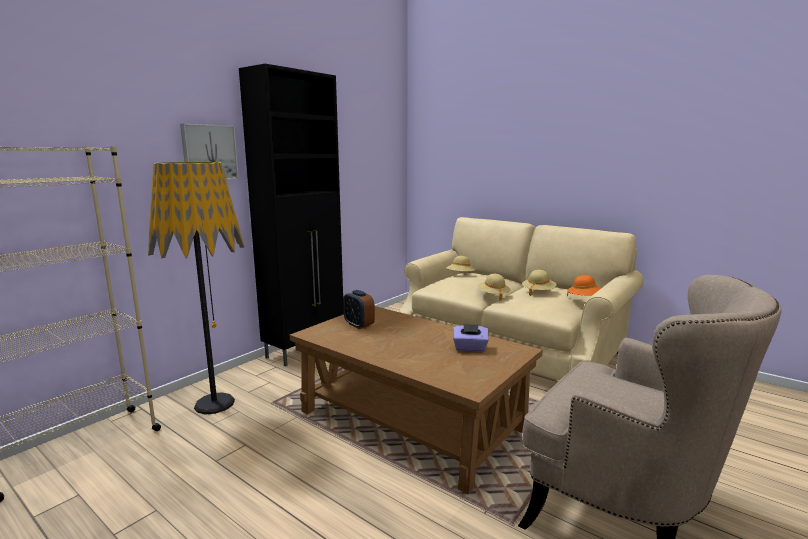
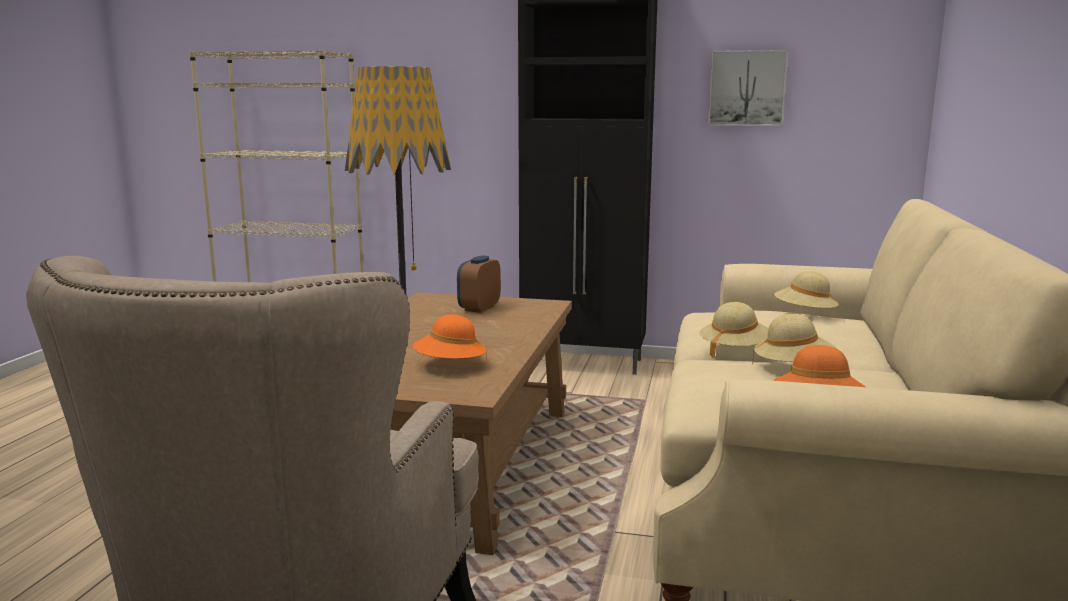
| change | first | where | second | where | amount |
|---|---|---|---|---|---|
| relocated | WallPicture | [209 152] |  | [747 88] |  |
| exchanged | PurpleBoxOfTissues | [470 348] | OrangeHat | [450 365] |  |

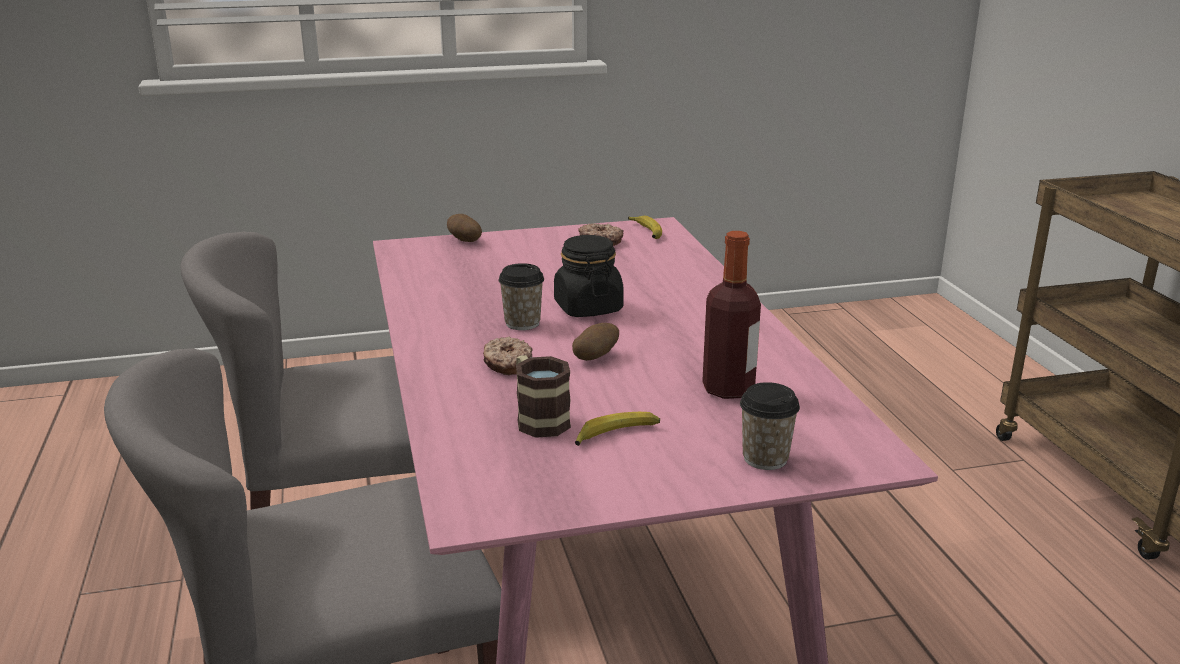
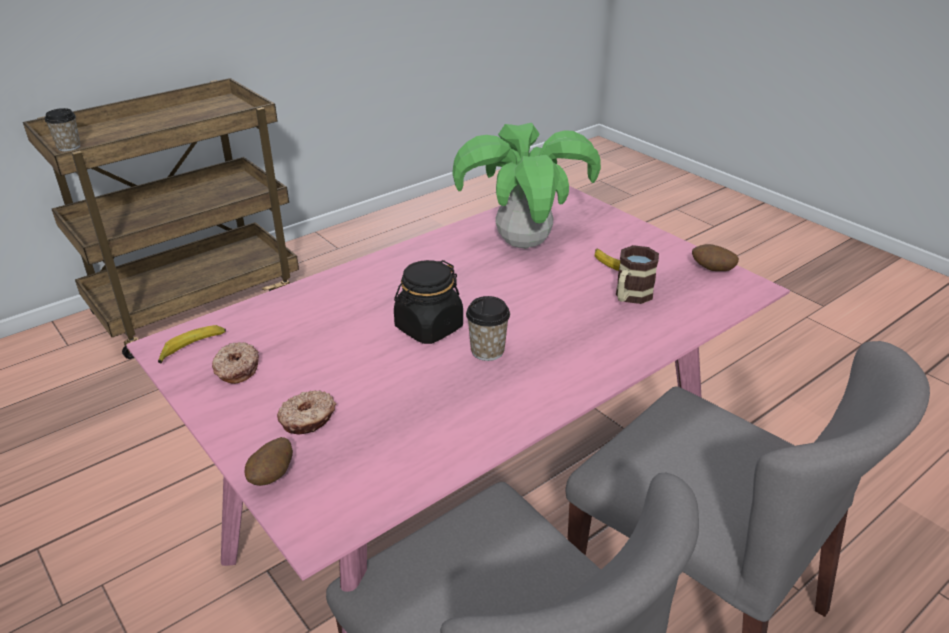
| change | first | where | second | where | amount |
|---|---|---|---|---|---|
| relocated | RingDoughnut | [507 364] |  | [308 419] |  |
| relocated | Potato | [595 357] |  | [712 270] |  |
| exchanged | Bottle | [728 389] | PlantInAPot | [523 243] |  |
| relocated | SmallCup | [765 458] |  | [69 147] |  |

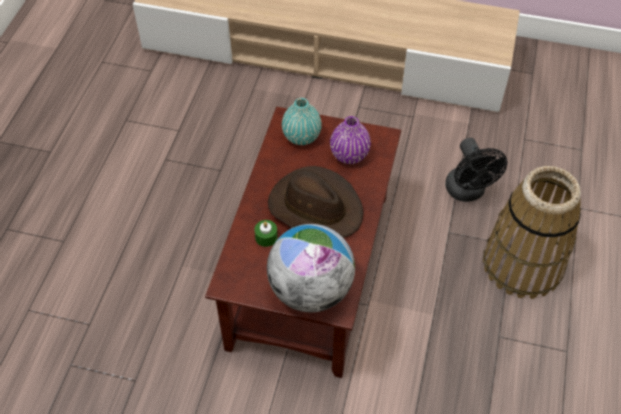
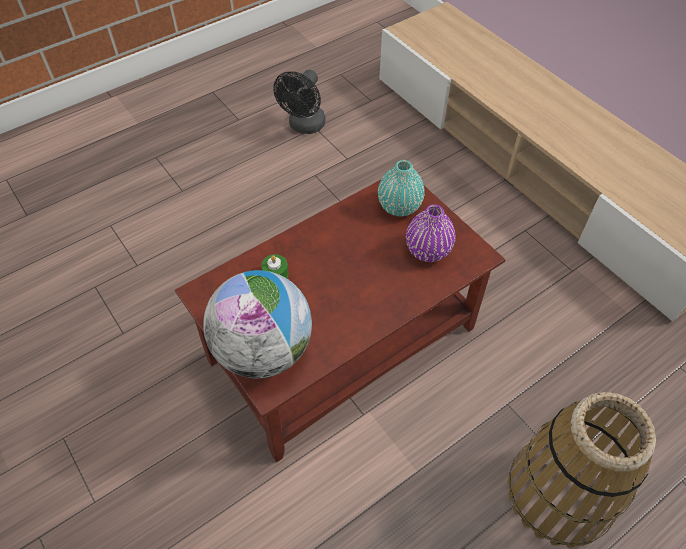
| change | first | where | second | where | amount |
|---|---|---|---|---|---|
| missing | BrownHat | [315 207] |  |  |  |
| relocated | BlackColouredElectricFan | [468 192] |  | [304 126] |  |

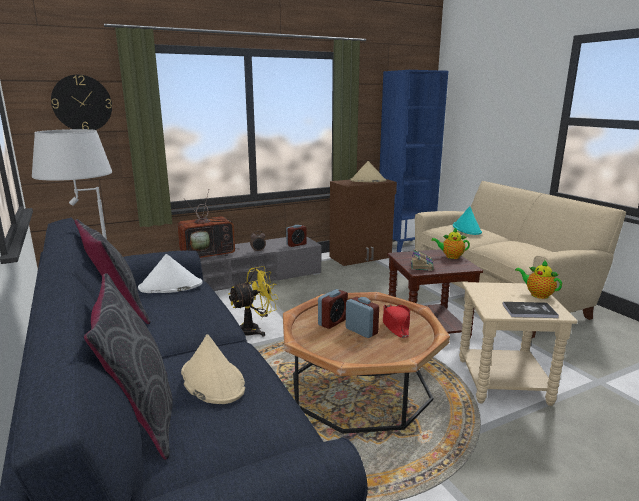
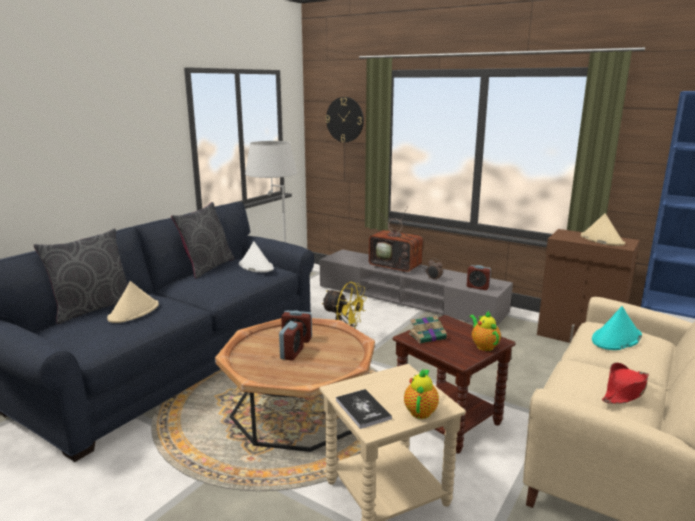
| change | first | where | second | where | amount |
|---|---|---|---|---|---|
| relocated | RedColouredHat | [395 325] |  | [624 392] |  |

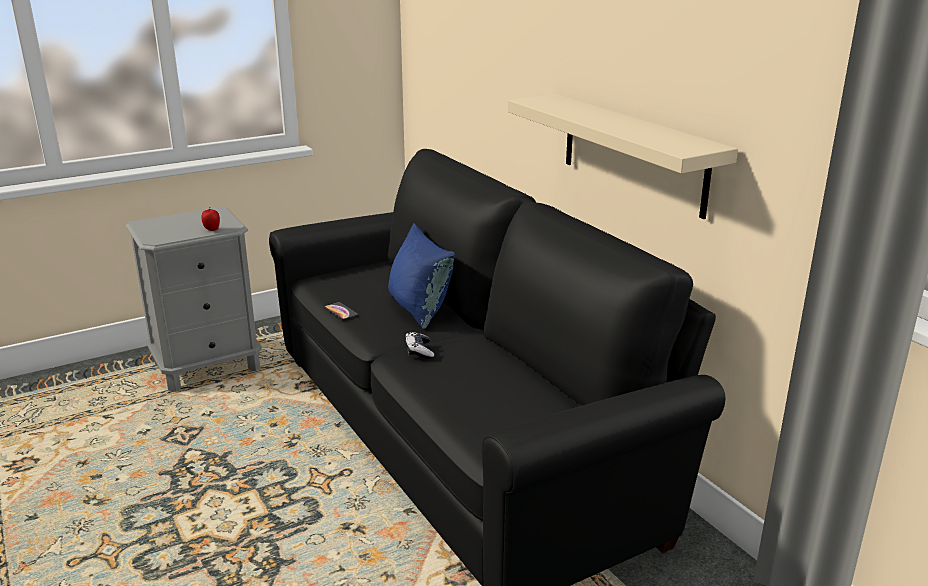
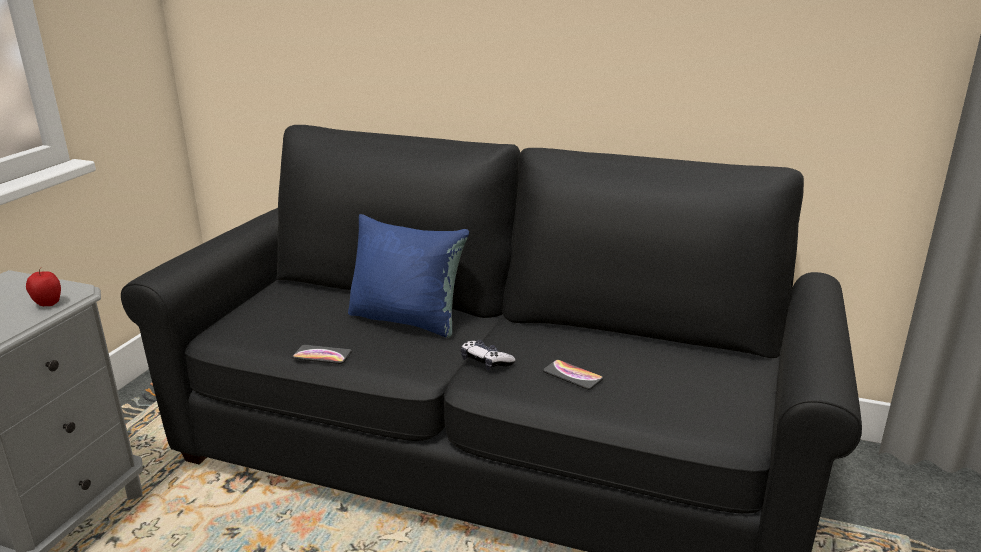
| change | first | where | second | where | amount |
|---|---|---|---|---|---|
| missing | BeigeColouredShelf | [633 153] |  |  |  |
| appeared |  |  | Phone | [572 375] |  |

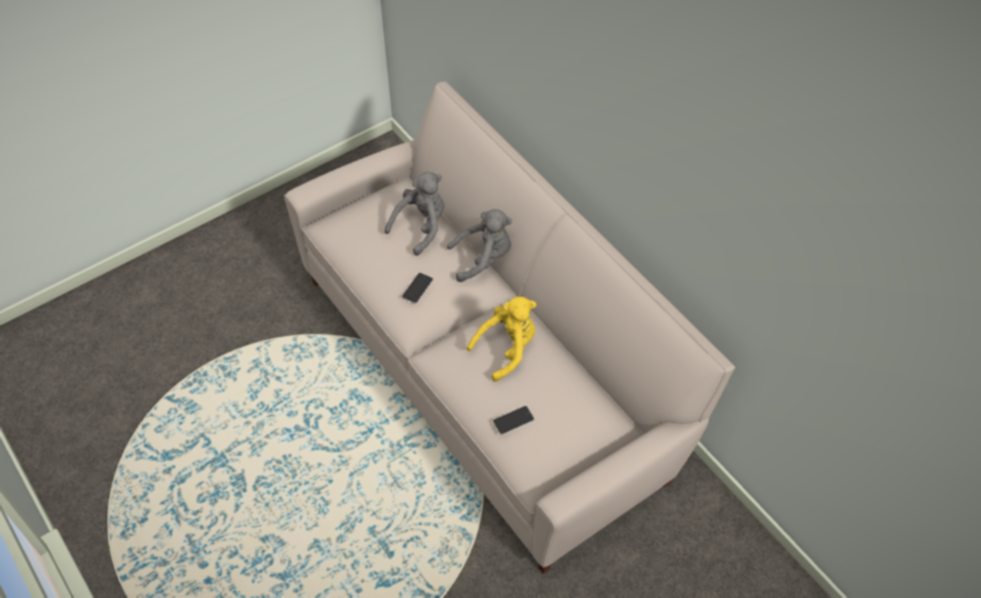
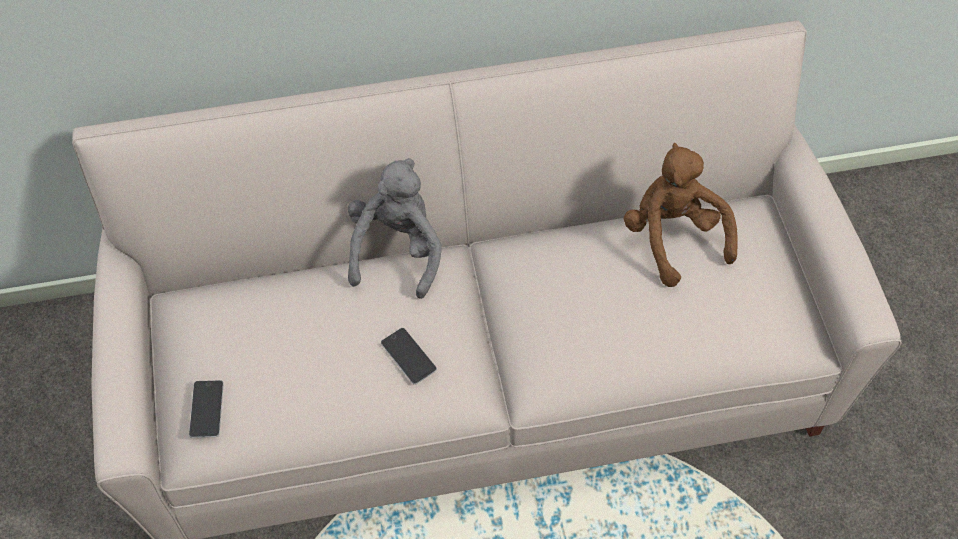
| change | first | where | second | where | amount |
|---|---|---|---|---|---|
| missing | GreyCuddlyToy | [421 226] |  |  |  |
| missing | YellowishCuddlyToy | [507 348] |  |  |  |
| relocated | Phone | [513 420] |  | [206 409] |  |
| appeared |  |  | BrownCuddlyToy | [673 236] |  |

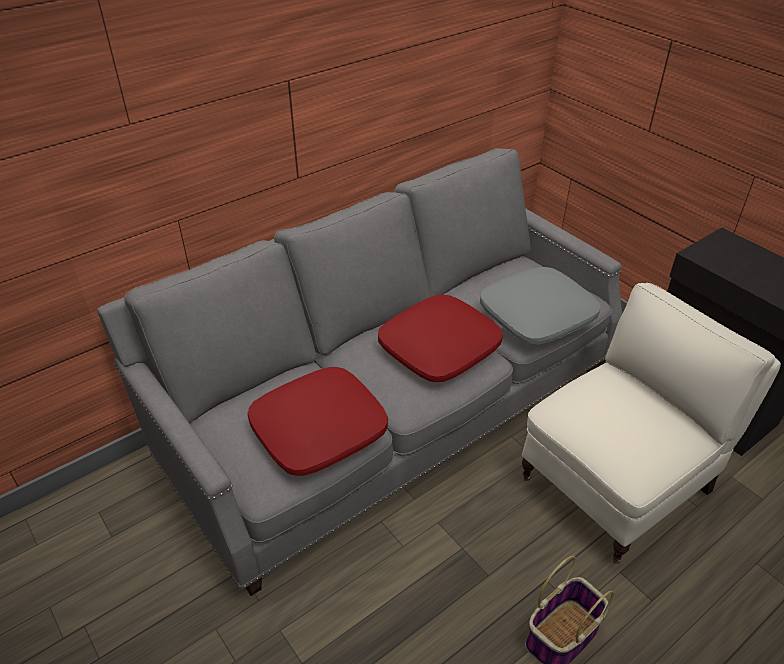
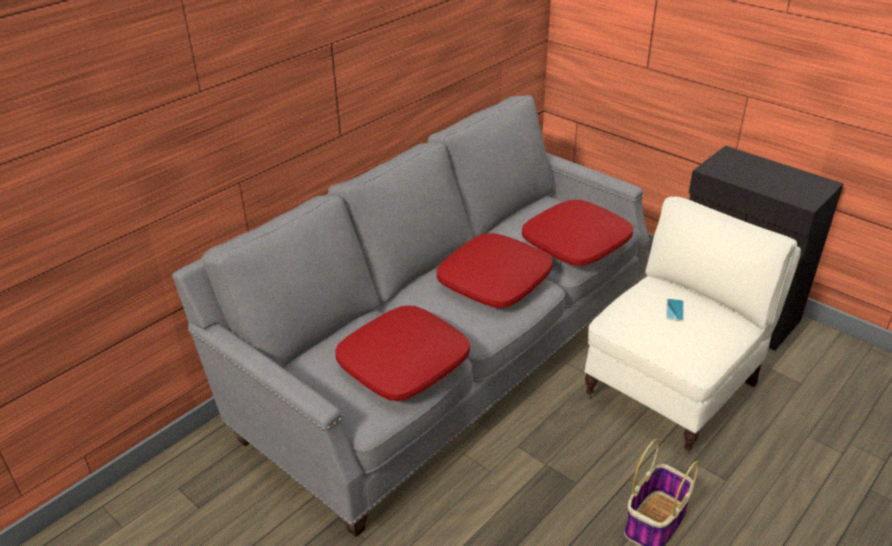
| change | first | where | second | where | amount |
|---|---|---|---|---|---|
| colour | GreyCushion | [537 315] | RedColouredCushion | [575 242] |  |
| appeared |  |  | Phone | [674 310] |  |

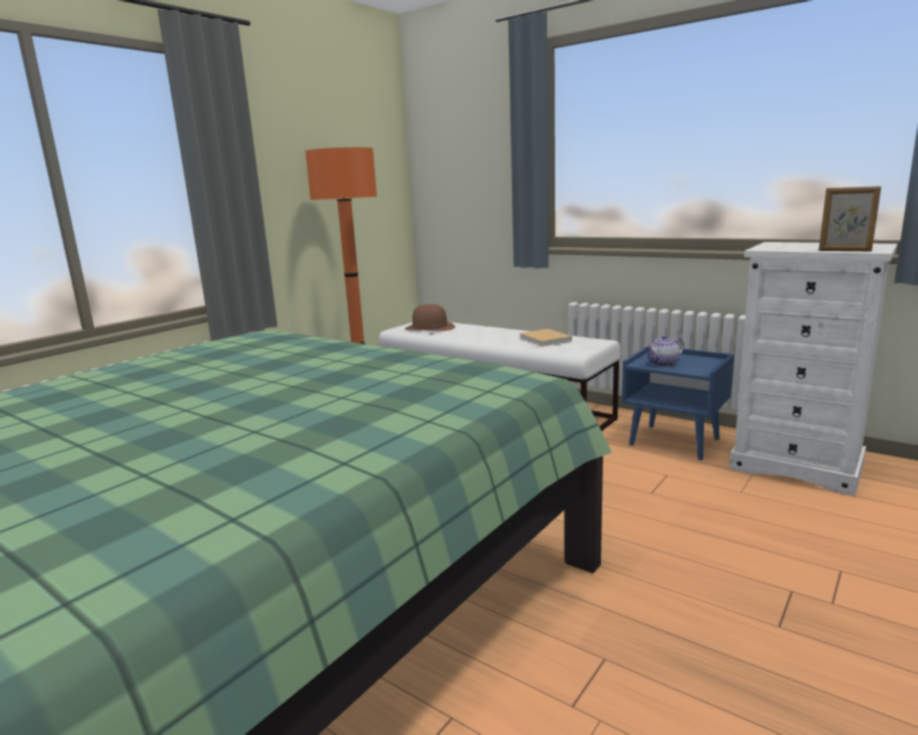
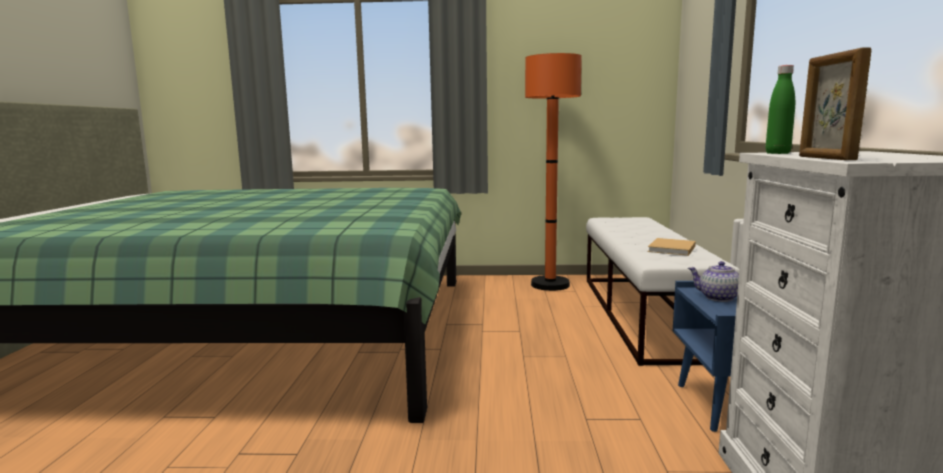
| change | first | where | second | where | amount |
|---|---|---|---|---|---|
| missing | BrownHat | [429 327] |  |  |  |
| appeared |  |  | GreenBottle | [777 153] |  |

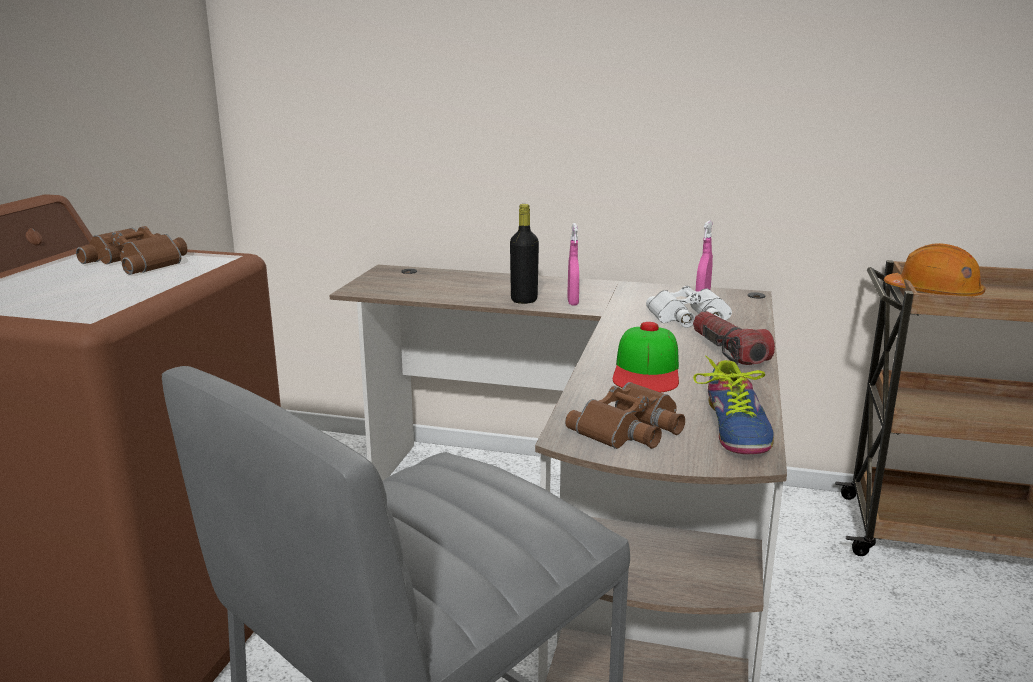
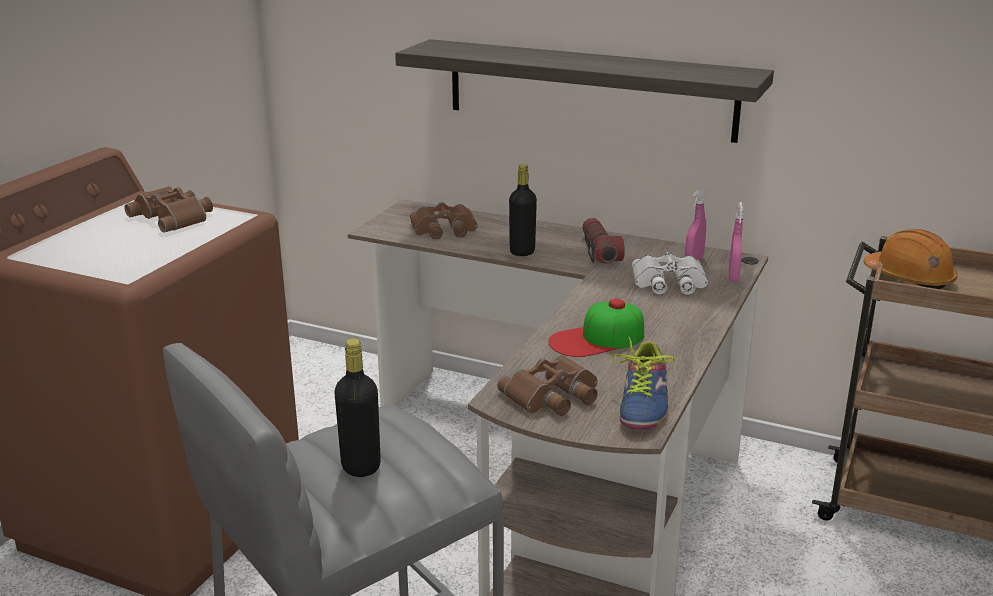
| change | first | where | second | where | amount |
|---|---|---|---|---|---|
| relocated | PinkishHandSprayer | [572 302] |  | [733 277] |  |
| spun | BaseballCap | [647 370] |  | [597 339] | 45 degrees clockwise |
| relocated | Torch | [728 351] |  | [599 251] |  |
| appeared |  |  | BlackColouredBottle | [361 466] |  |
| appeared |  |  | Shelf | [589 89] |  |
| appeared |  |  | BrownPairOfBinoculars | [444 229] |  |

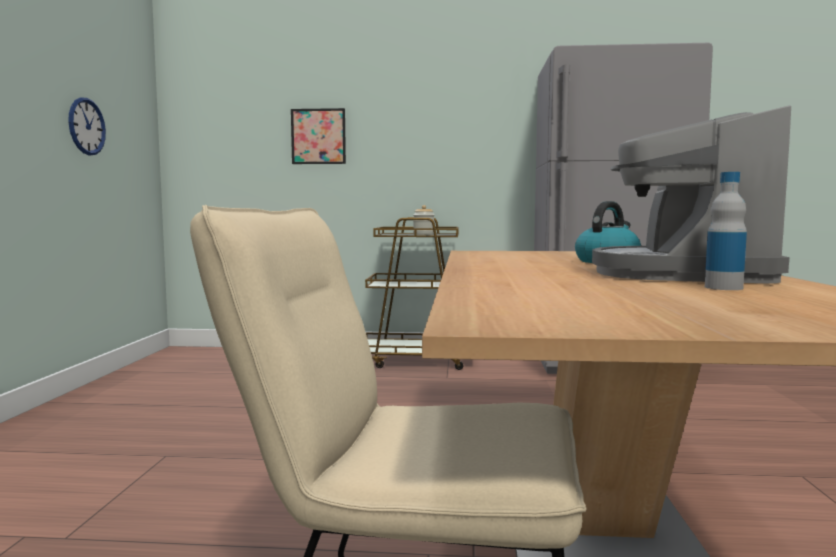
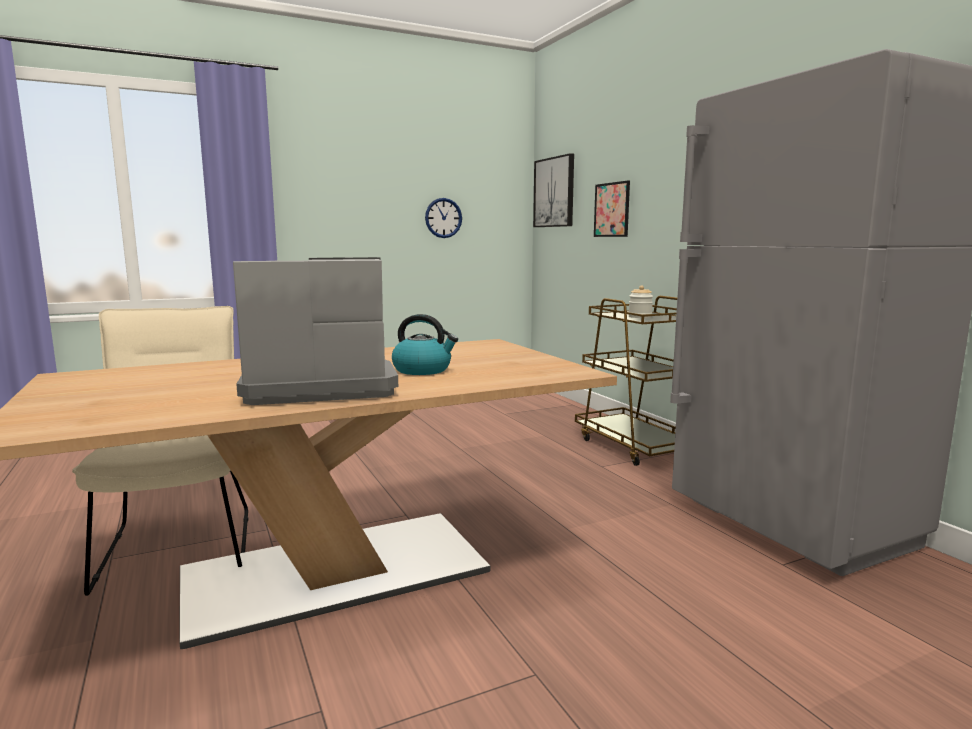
| change | first | where | second | where | amount |
|---|---|---|---|---|---|
| missing | Bottle | [723 288] |  |  |  |
| appeared |  |  | WallPicture | [554 192] |  |

